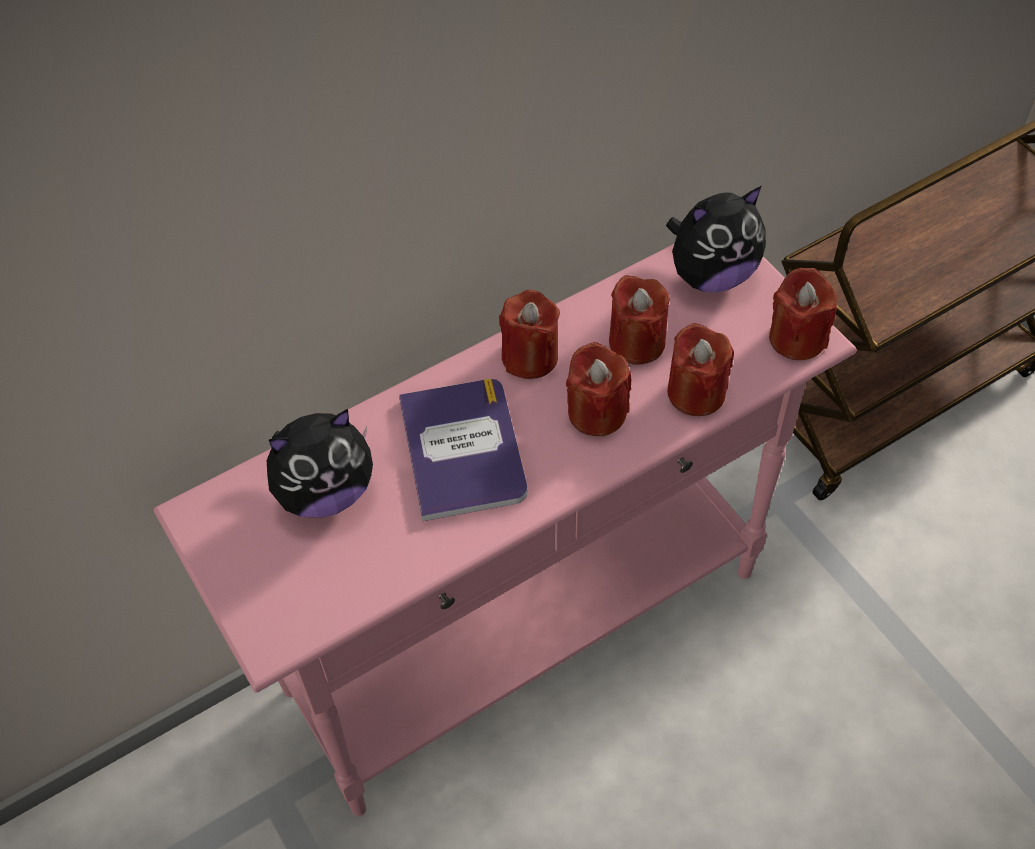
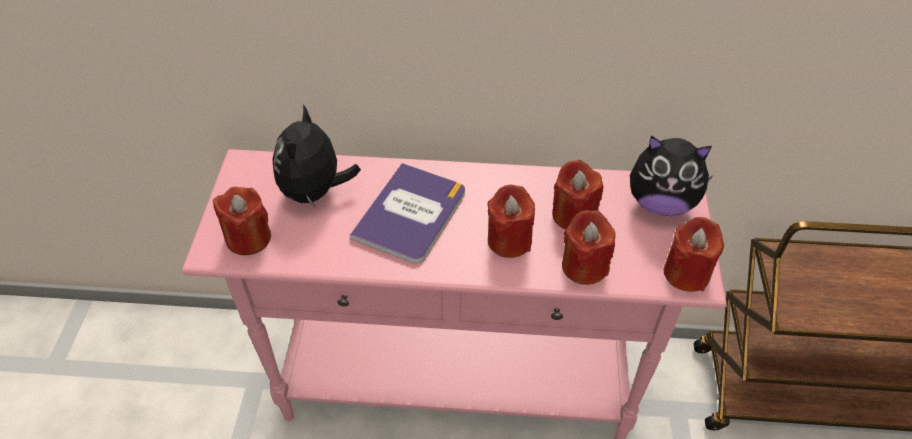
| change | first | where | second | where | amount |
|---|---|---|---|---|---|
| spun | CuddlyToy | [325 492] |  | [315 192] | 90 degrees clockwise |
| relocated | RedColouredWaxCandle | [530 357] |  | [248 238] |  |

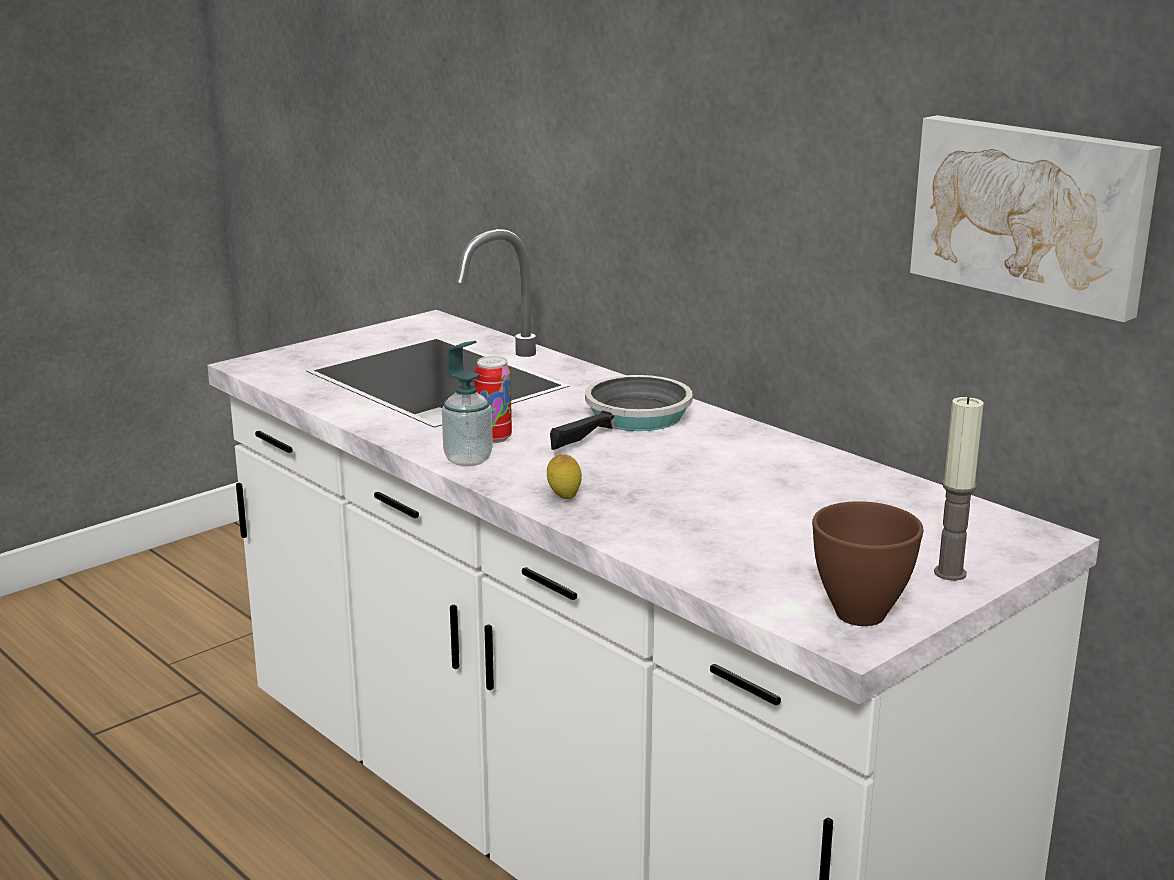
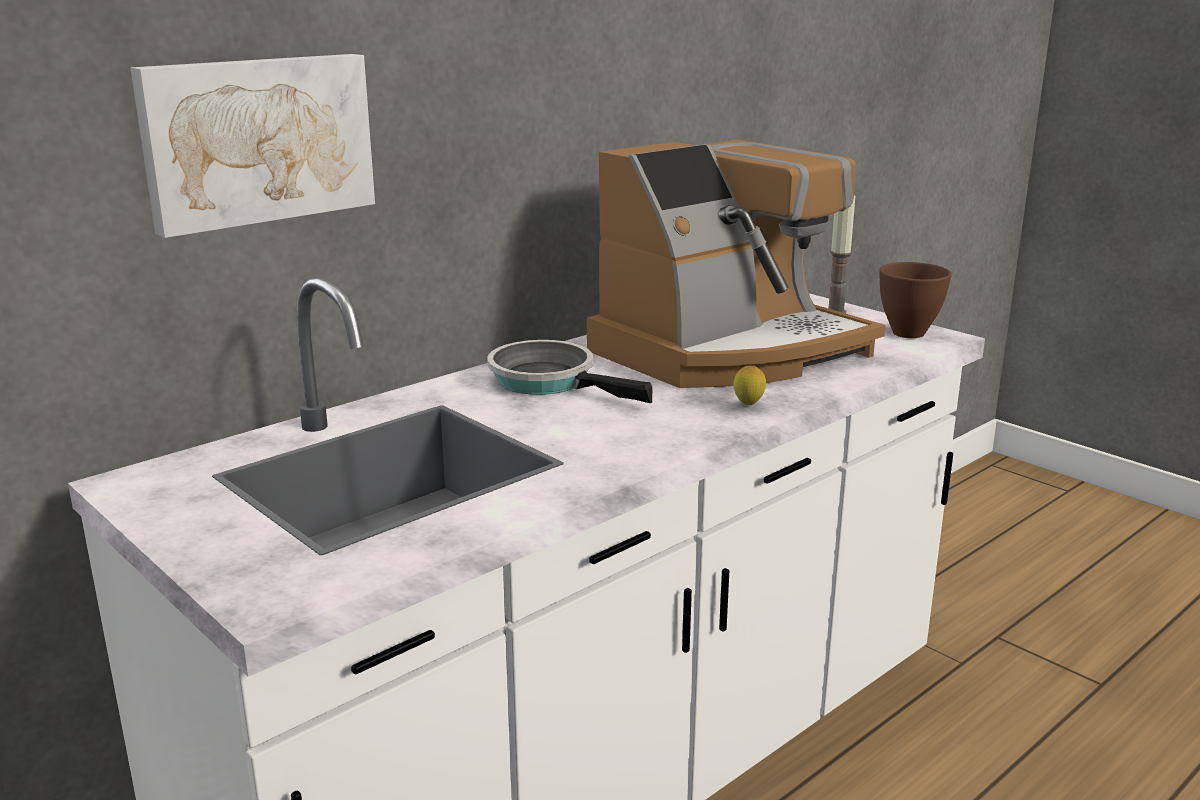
| change | first | where | second | where | amount |
|---|---|---|---|---|---|
| missing | SoapBottle | [468 459] |  |  |  |
| missing | SealedCan | [494 438] |  |  |  |
| relocated | WallPicture | [1033 212] |  | [257 140] |  |
| appeared |  |  | CoffeeMaker | [730 351] |  |

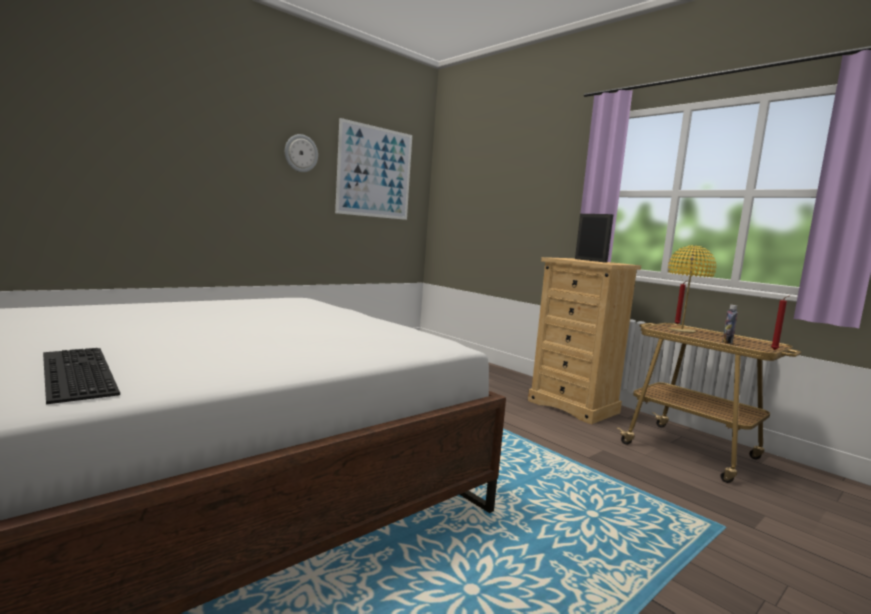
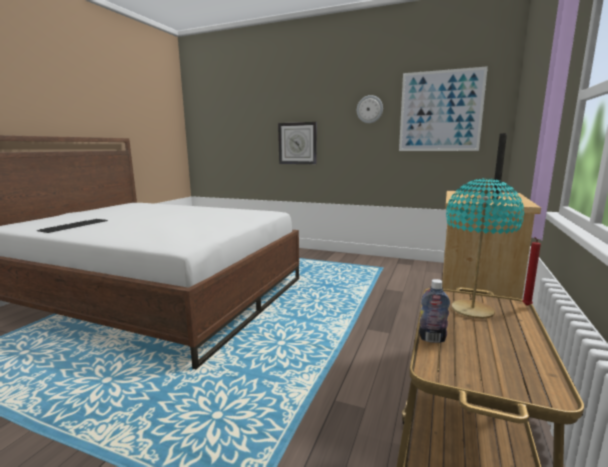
| change | first | where | second | where | amount |
|---|---|---|---|---|---|
| colour | YellowishTableLamp | [681 331] | TurquoiseTableLamp | [471 310] |  |
| missing | RedColouredWaxCandle | [775 350] |  |  |  |
| appeared |  |  | ClockOnTheWall | [297 143] |  |

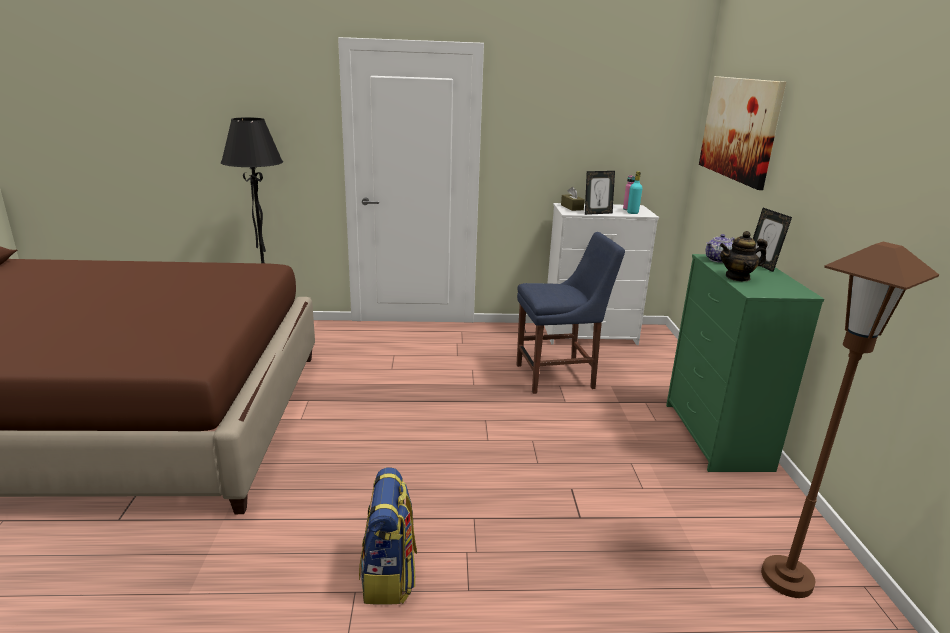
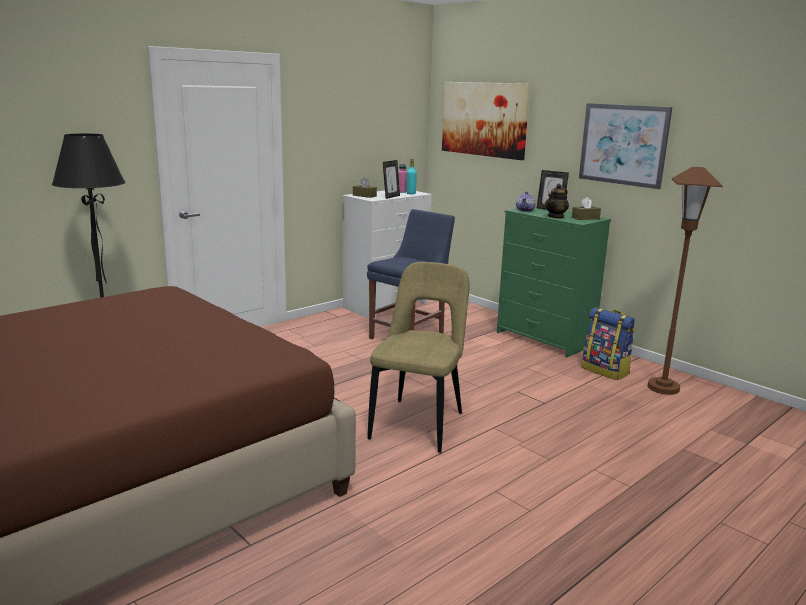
| change | first | where | second | where | amount |
|---|---|---|---|---|---|
| relocated | Rucksack | [389 576] |  | [606 371] |  |
| appeared |  |  | BeigeColouredChair | [419 423] |  |
| appeared |  |  | BrownBoxOfTissues | [585 218] |  |
| appeared |  |  | WallPicture | [623 144] |  |

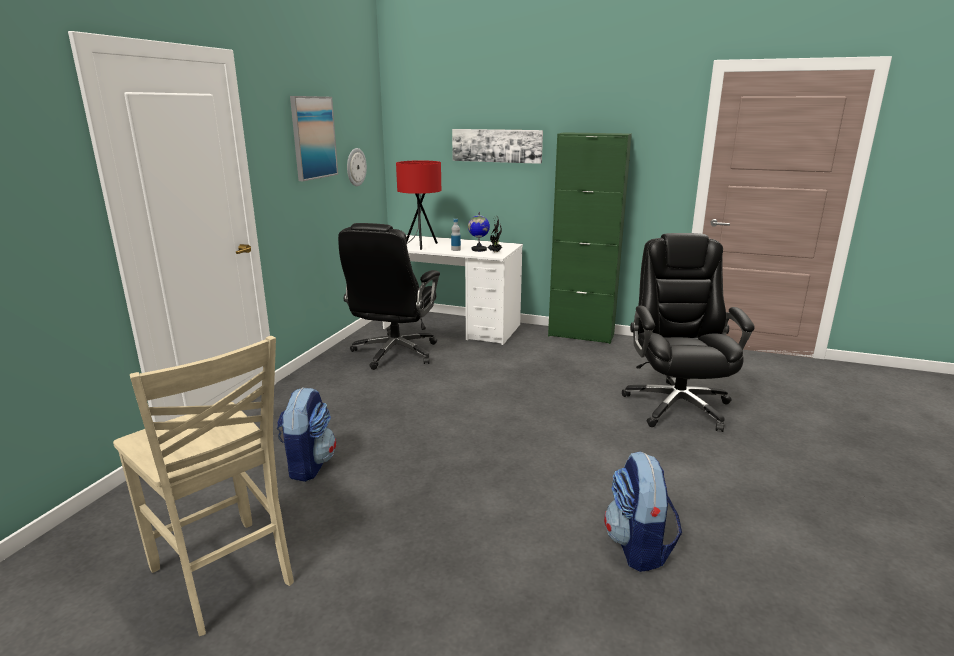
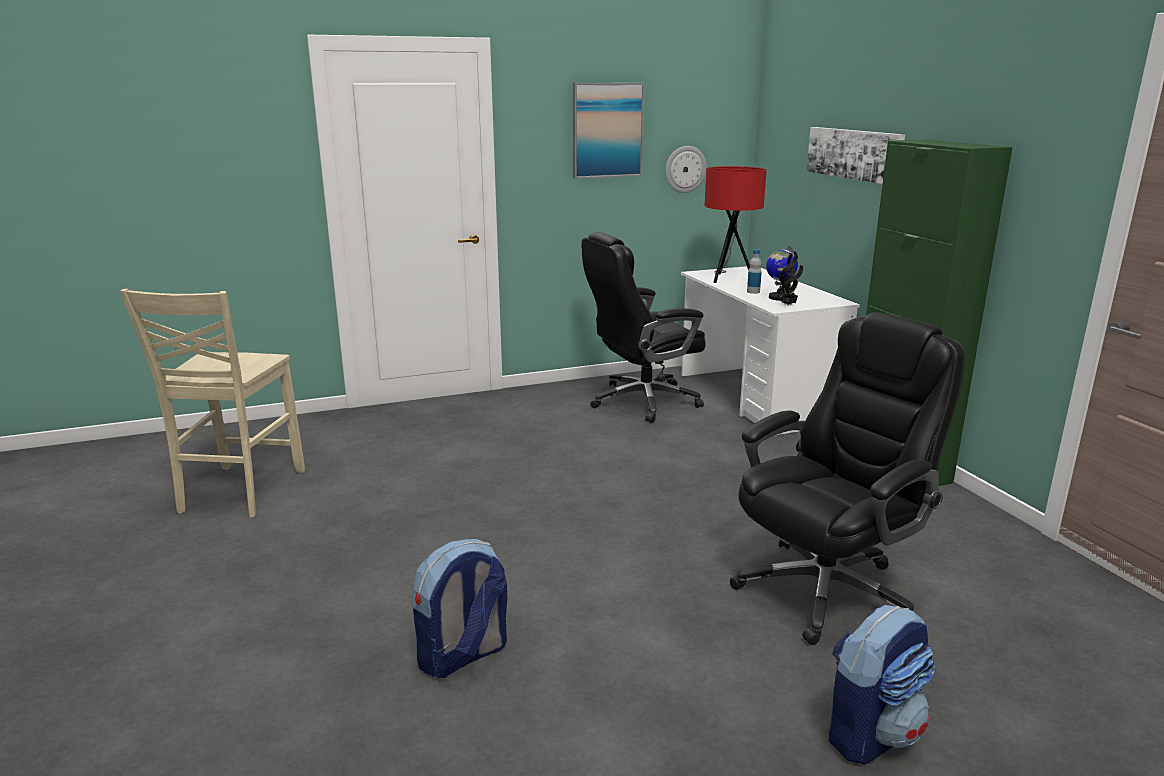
| change | first | where | second | where | amount |
|---|---|---|---|---|---|
| relocated | Rucksack | [308 465] |  | [871 732] |  |

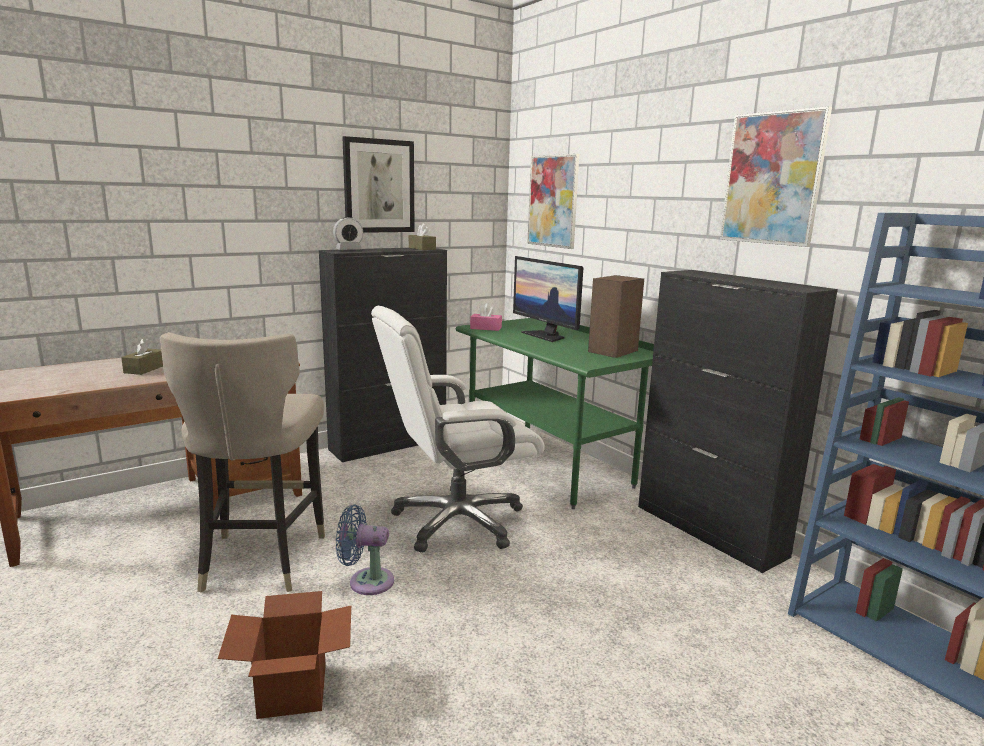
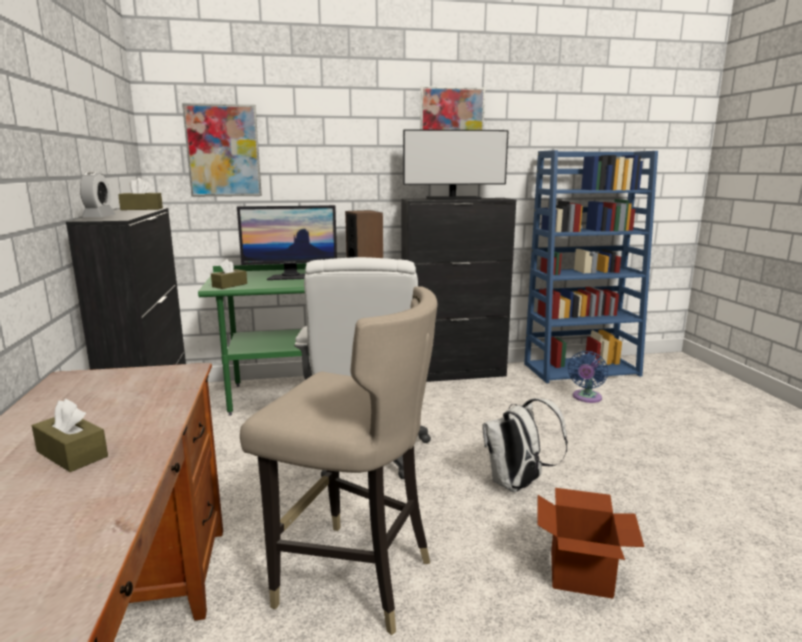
| change | first | where | second | where | amount |
|---|---|---|---|---|---|
| relocated | BluishElectricFan | [366 581] |  | [586 398] |  |
| missing | WallPicture | [379 186] |  |  |  |
| colour | PinkishBoxOfTissues | [486 328] | BrownBoxOfTissues | [229 285] |  |
| appeared |  |  | ComputerDisplay | [453 198] |  |
| appeared |  |  | WhitishRucksack | [517 485] |  |

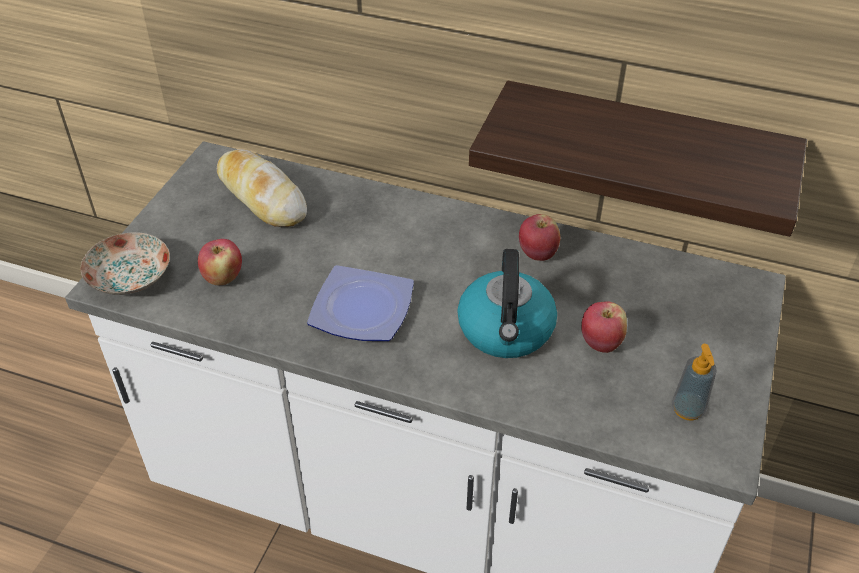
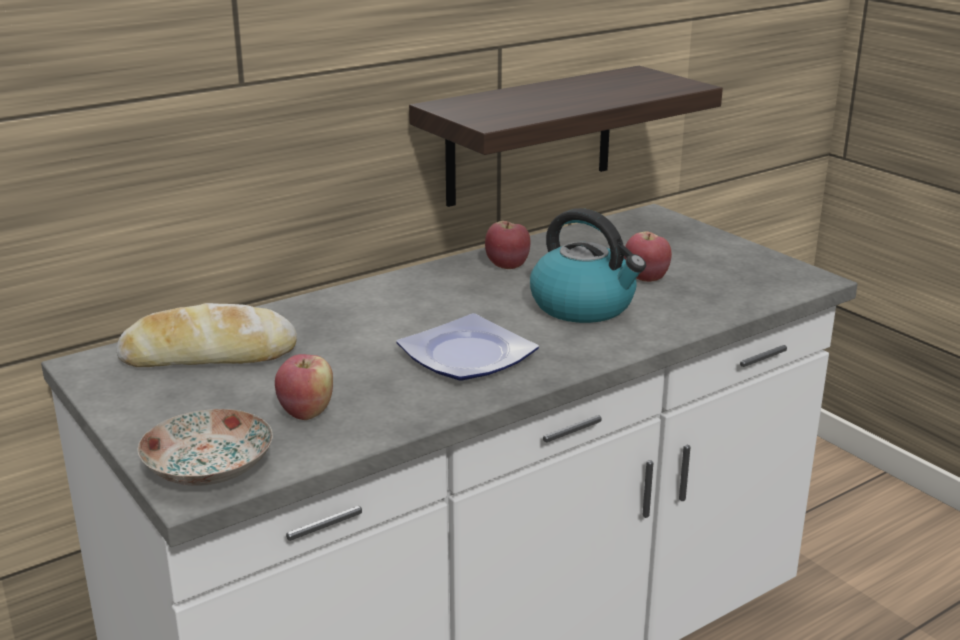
| change | first | where | second | where | amount |
|---|---|---|---|---|---|
| missing | SoapBottle | [688 409] |  |  |  |

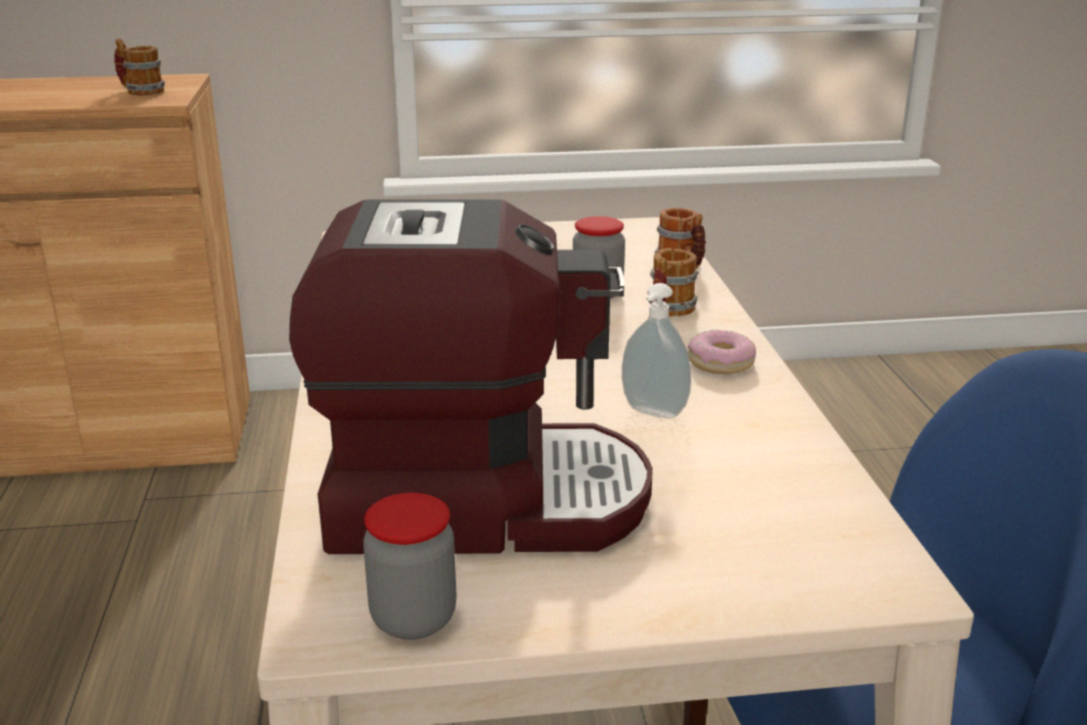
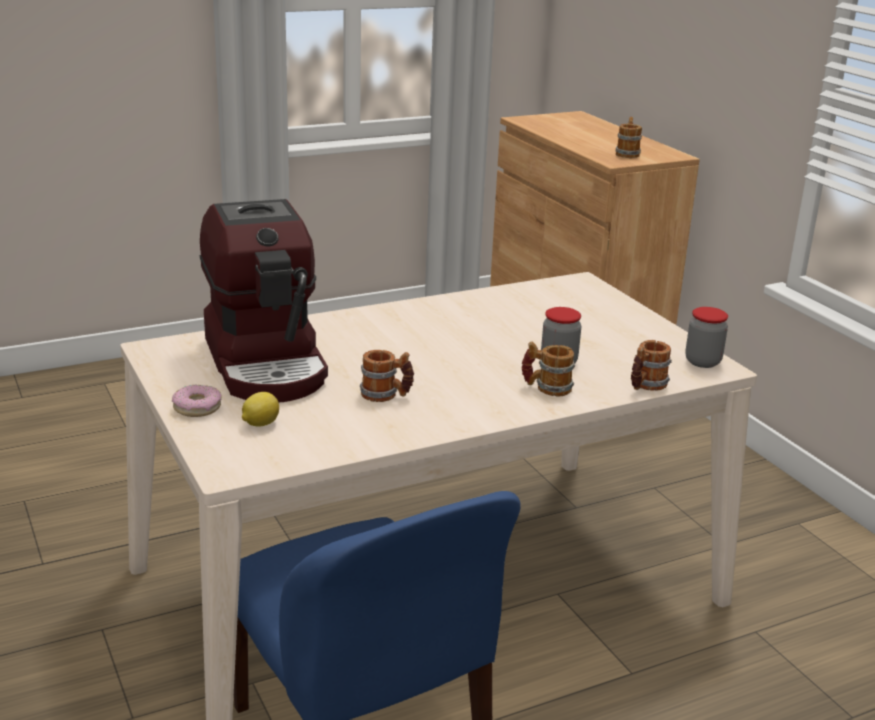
| change | first | where | second | where | amount |
|---|---|---|---|---|---|
| relocated | Jar | [413 619] |  | [702 362] |  |
| exchanged | SoapBottle | [652 413] | Mug | [386 395] |  |
| relocated | RingDoughnut | [720 362] |  | [197 408] |  |
| appeared |  |  | Lemon | [260 424] |  |

